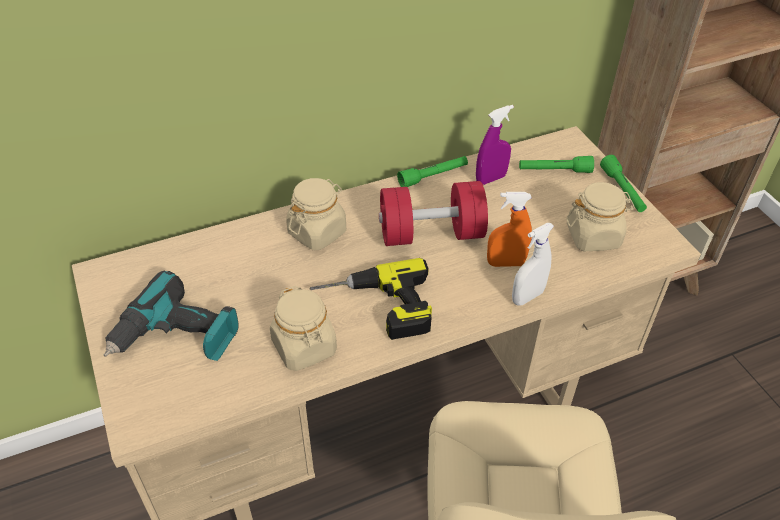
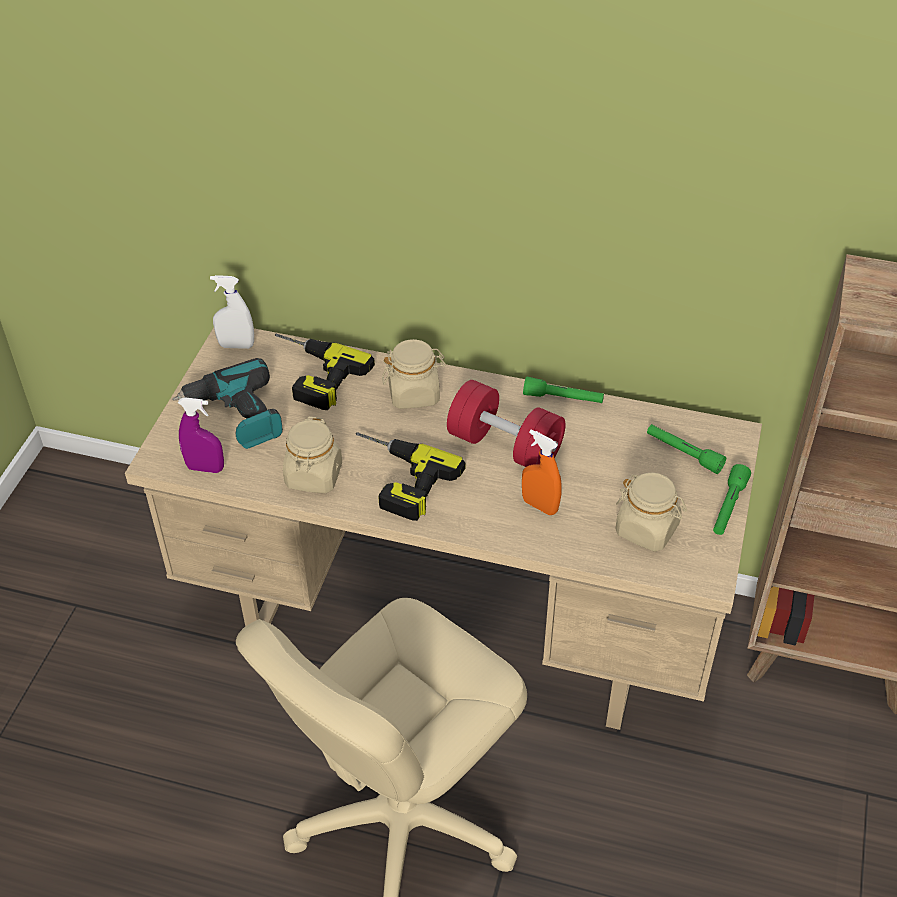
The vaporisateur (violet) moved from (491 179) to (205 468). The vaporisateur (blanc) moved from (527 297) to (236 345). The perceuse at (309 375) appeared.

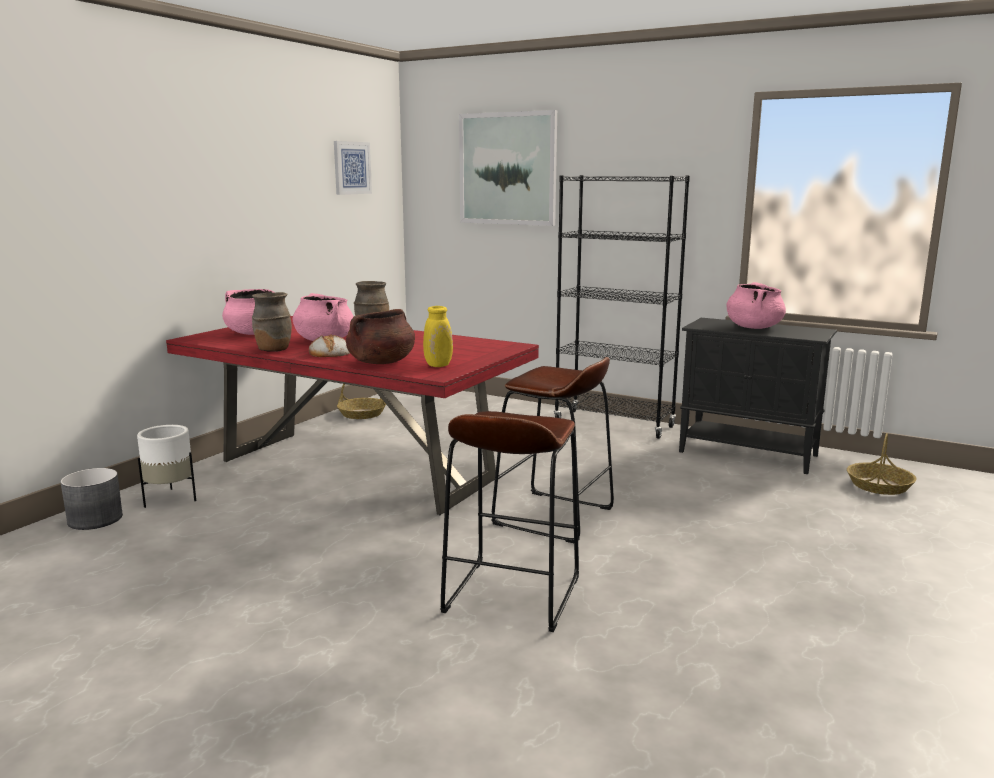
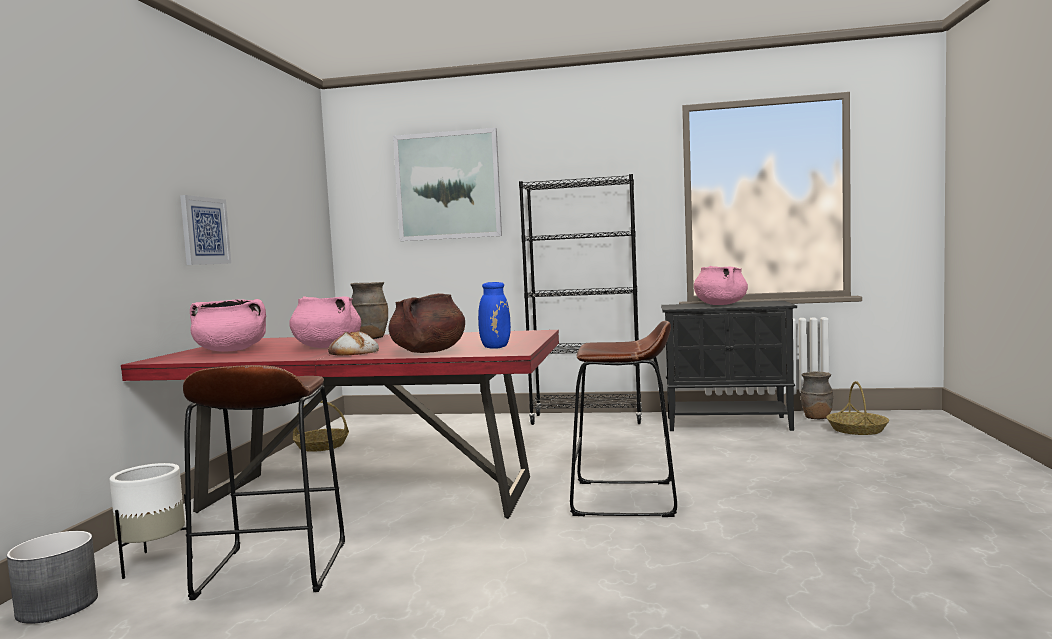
The vase (marron) moved from (273 350) to (816 418). The tableau moved from (351 168) to (204 231). The vase (jaune) at (439 365) became the vase (bleu) at (496 347). The tabouret (marron) moved from (511 594) to (272 569).

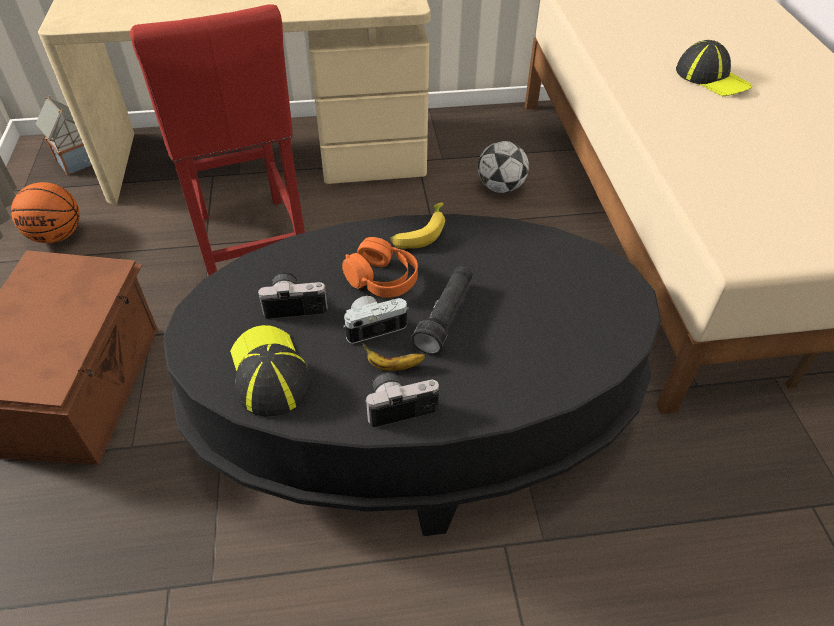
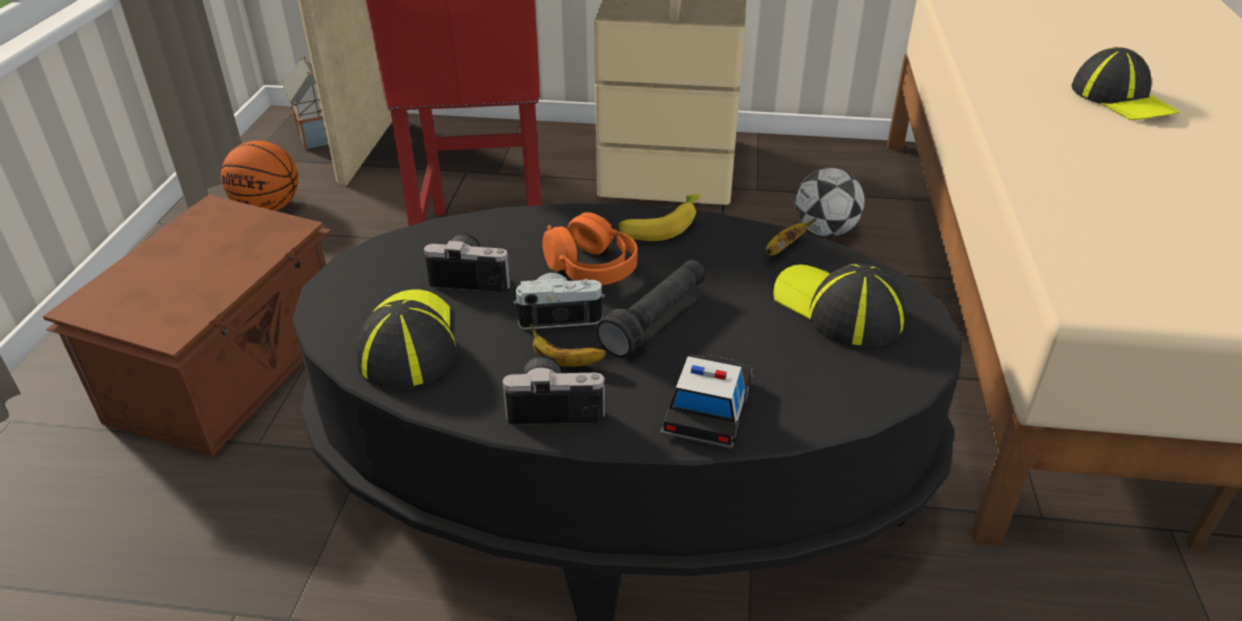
The petite voiture at (708 408) appeared. The banane at (783 248) appeared. The casquette at (837 309) appeared.

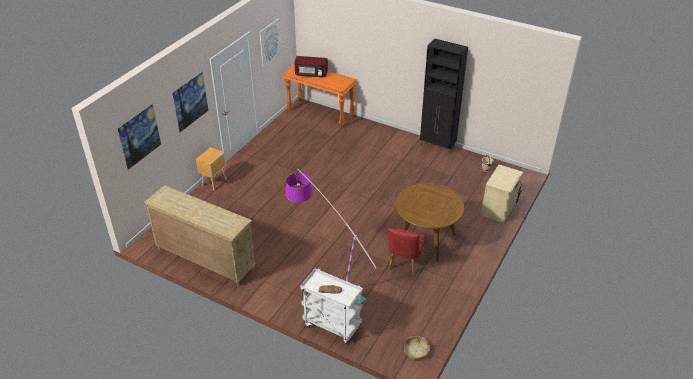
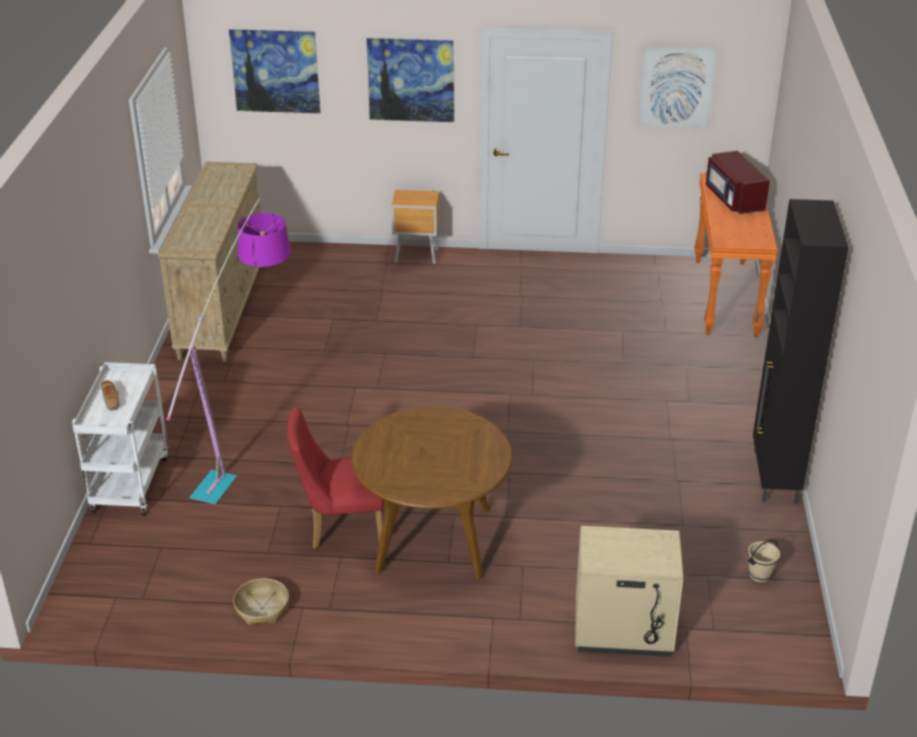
The panier moved from (416 351) to (262 608).

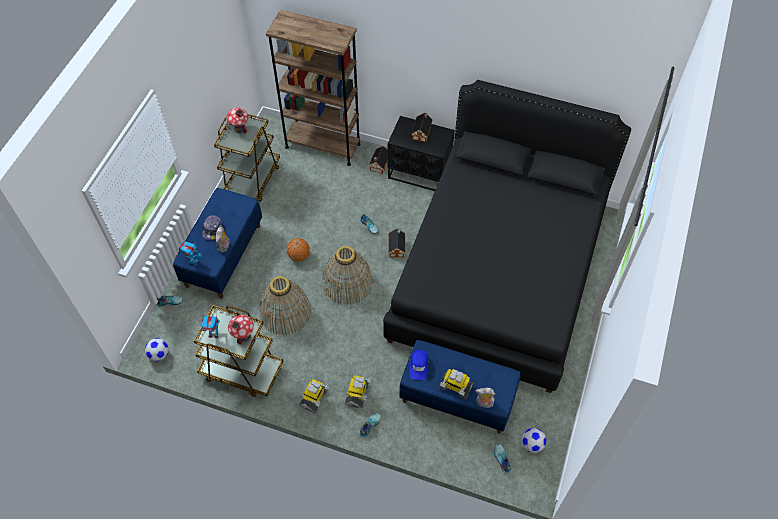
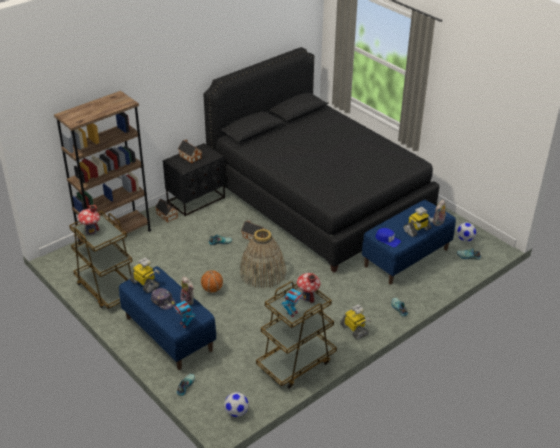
The panier at (285 312) disappeared. The robot jouet moved from (357 394) to (145 284).

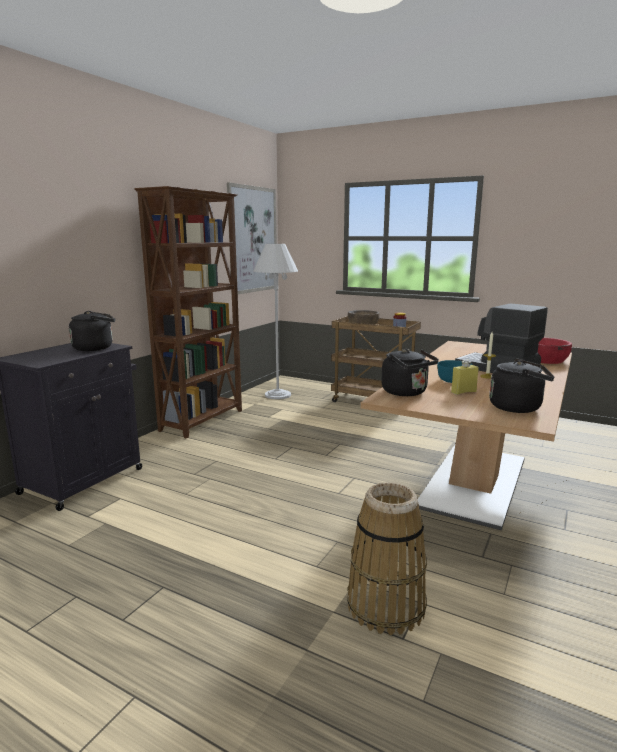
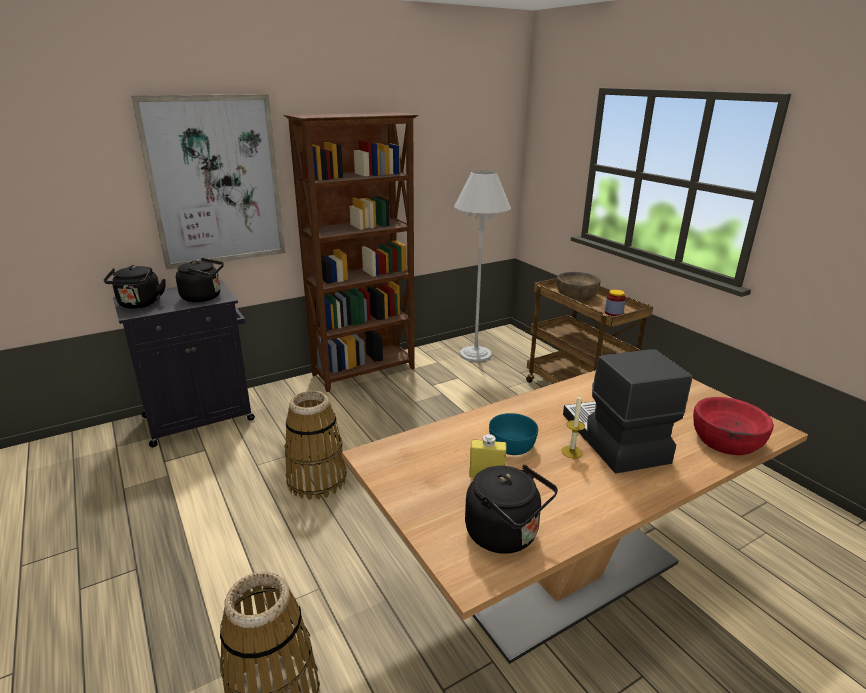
The tableau moved from (252 240) to (216 182). The bouilloire (noir) moved from (406 392) to (139 304). The panier at (316 480) appeared.

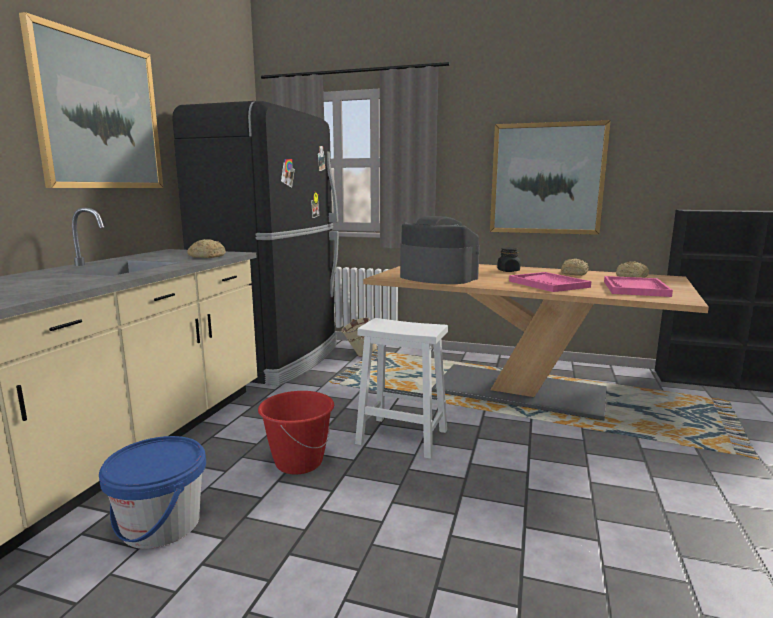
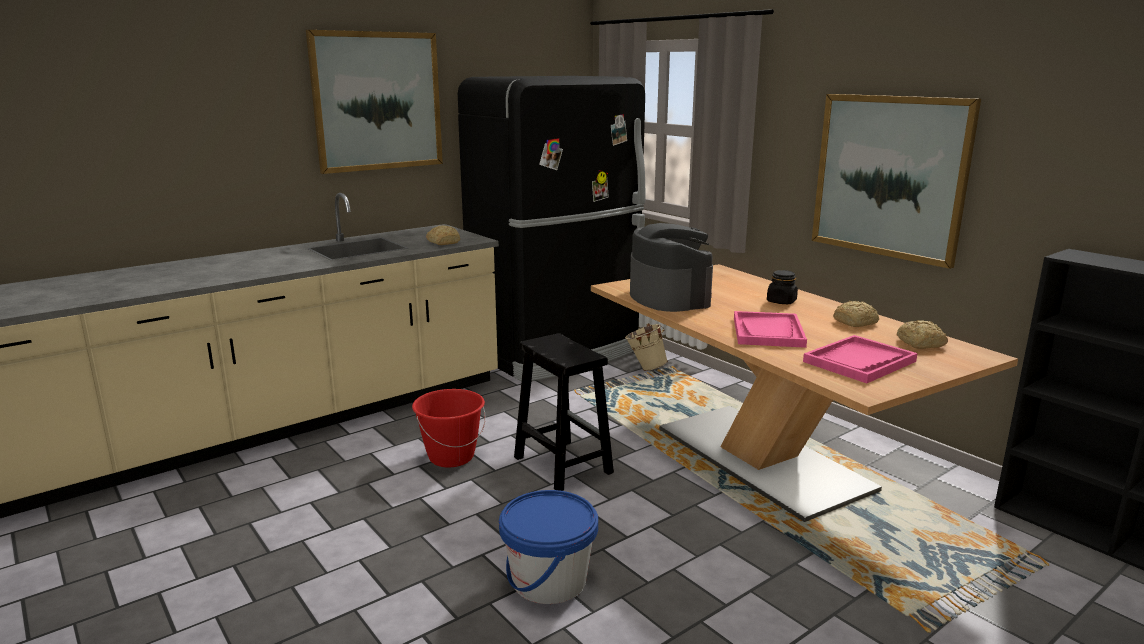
The seau (bleu) moved from (161 524) to (549 580). The tabouret (blanc) at (400 437) became the tabouret (noir) at (561 464).

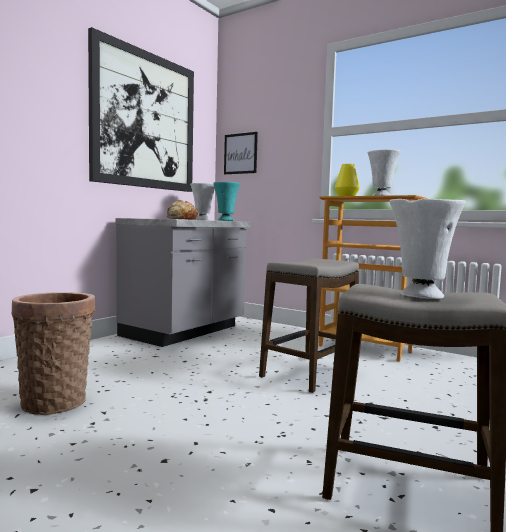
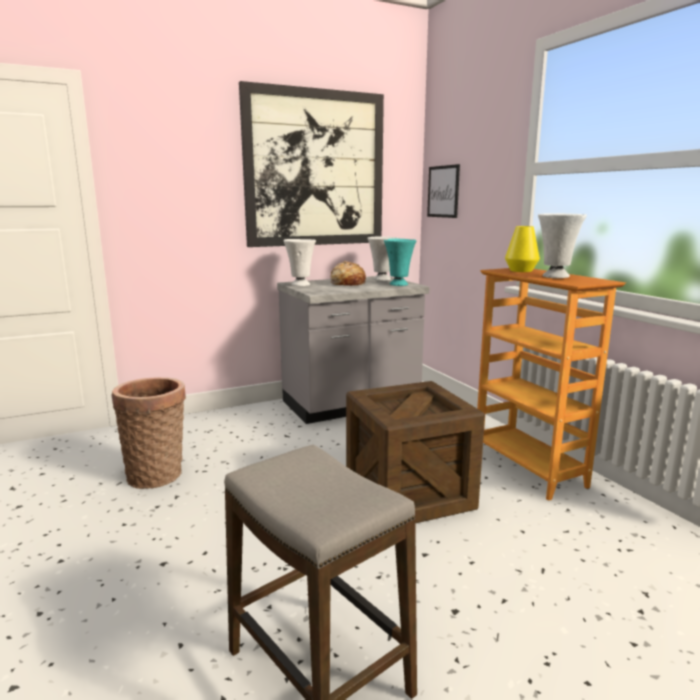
The tabouret at (309 374) was replaced by the caisse at (409 494). The vase (blanc) moved from (420 296) to (300 285).

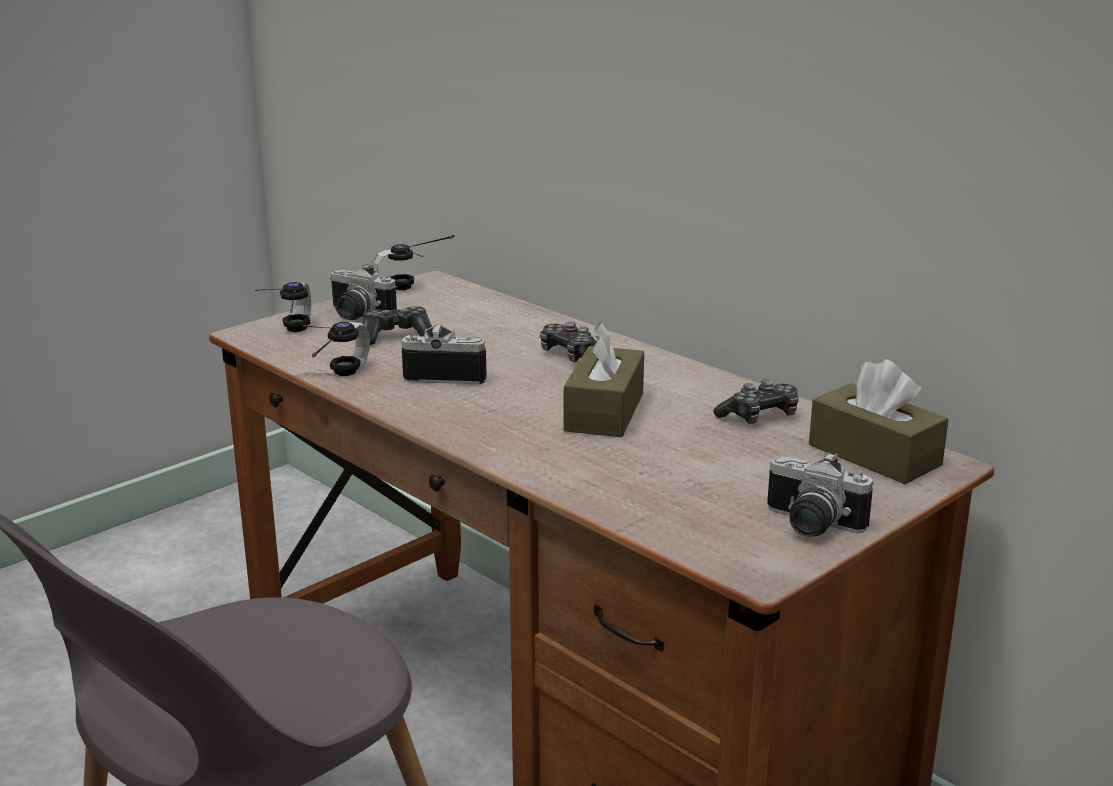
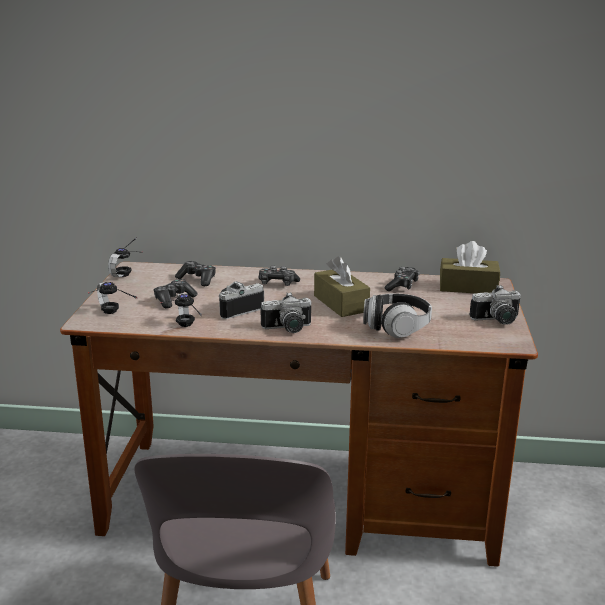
The appareil photo moved from (356 316) to (288 329). The manette at (197 279) appeared. The casque audio at (396 327) appeared.

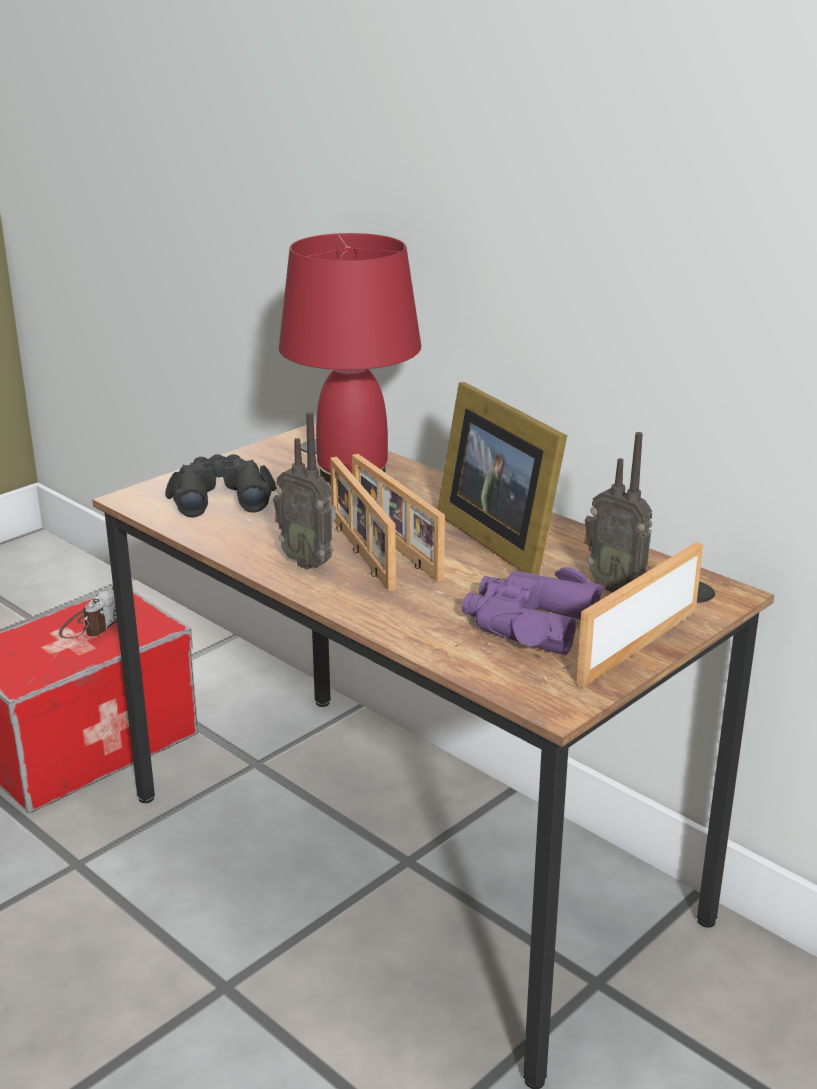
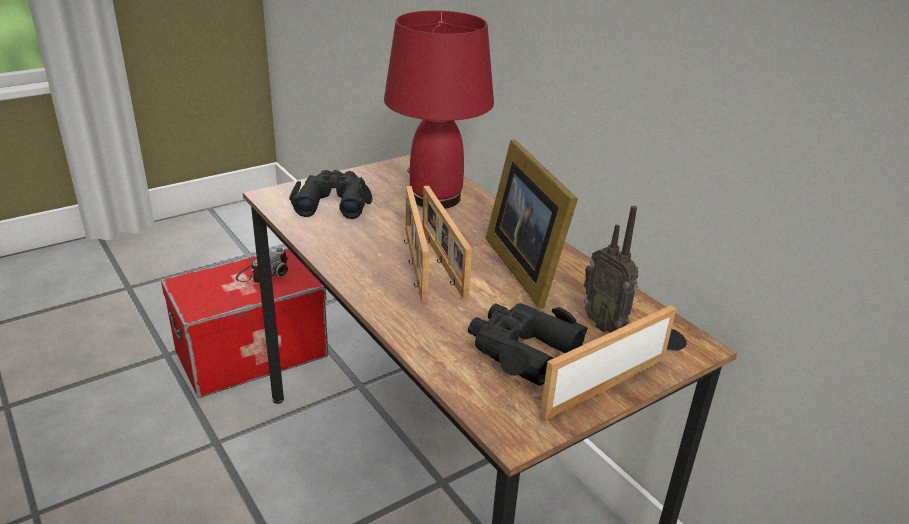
The radio at (309 561) disappeared. The jumelles (violet) at (528 623) became the jumelles (noir) at (521 349).

